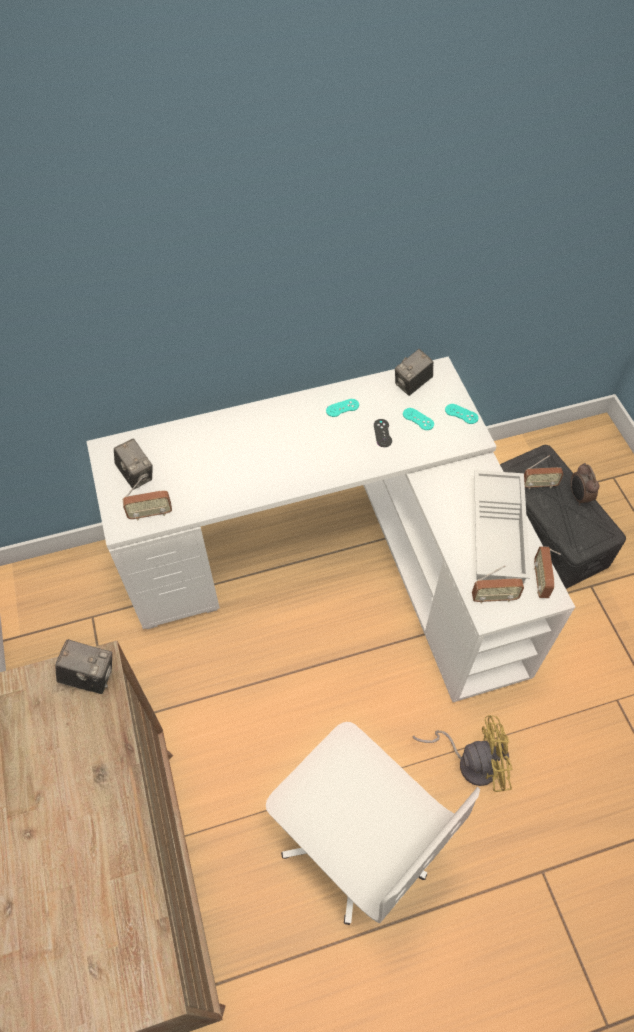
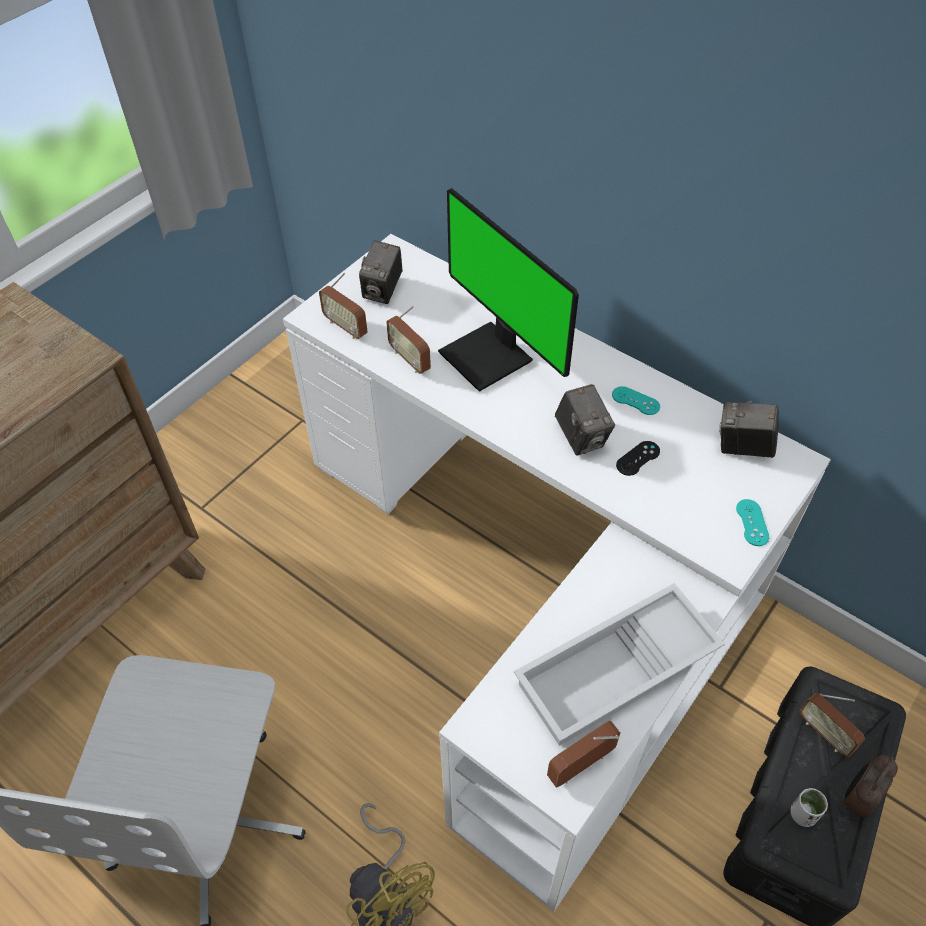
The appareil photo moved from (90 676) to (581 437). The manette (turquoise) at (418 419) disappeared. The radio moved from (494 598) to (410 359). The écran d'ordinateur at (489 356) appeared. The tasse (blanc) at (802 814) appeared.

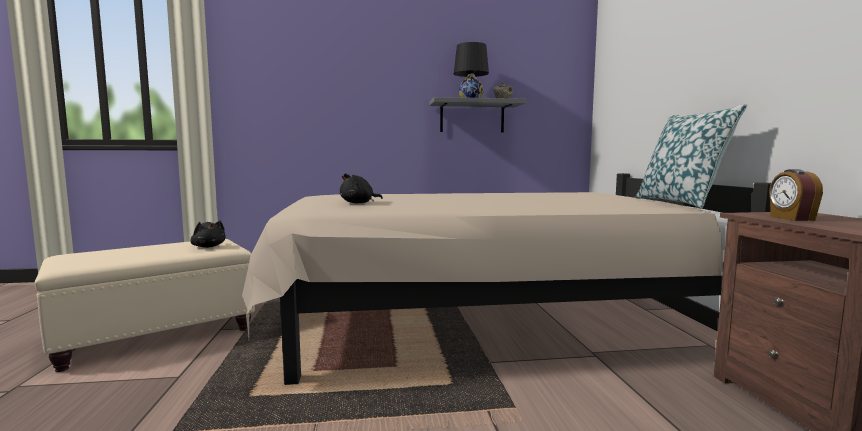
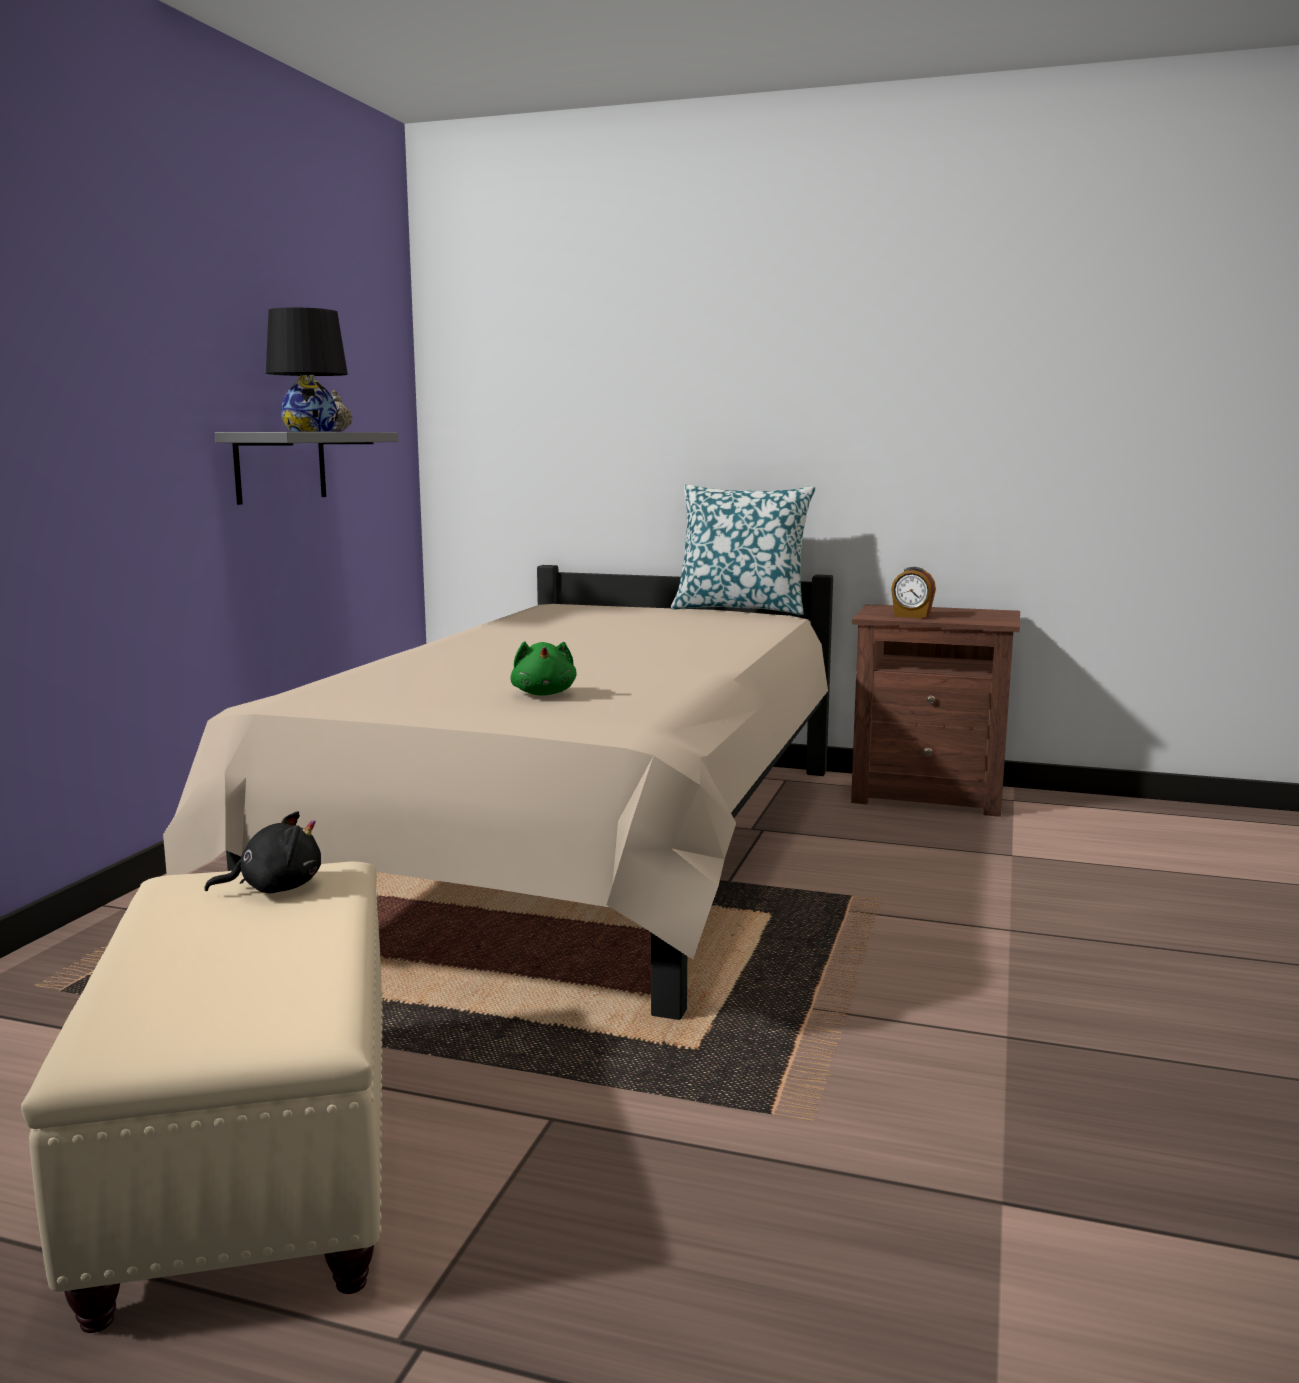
The peluche (noir) at (359 203) became the peluche (vert) at (544 693).

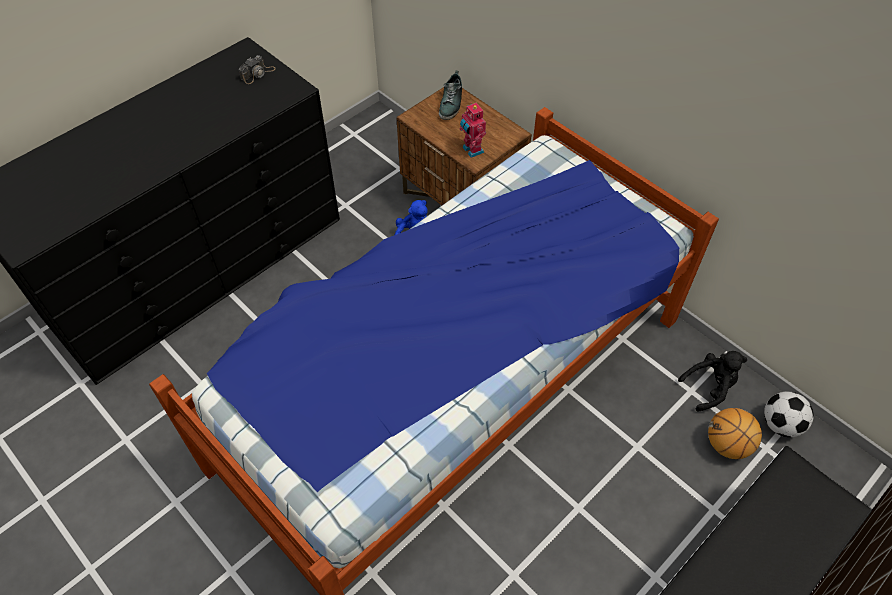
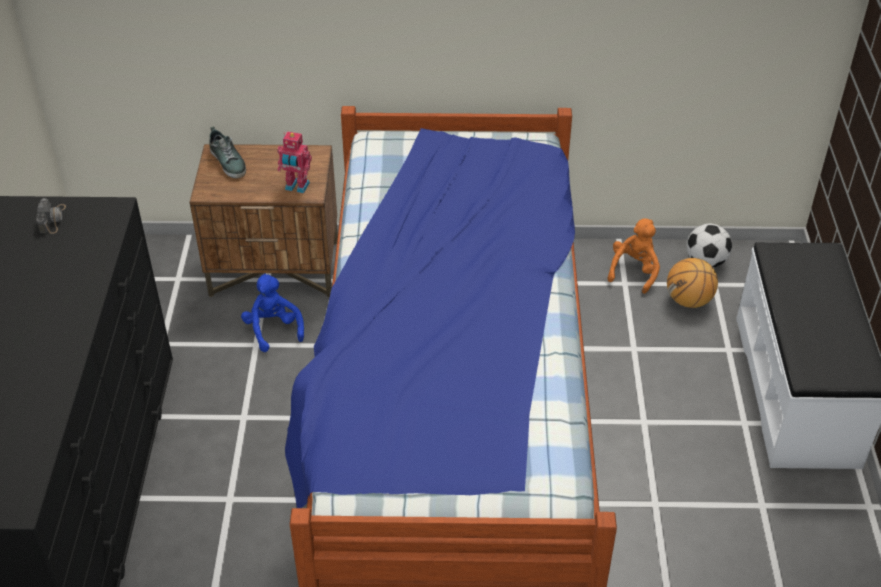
The peluche (noir) at (709 387) became the peluche (orange) at (634 271).

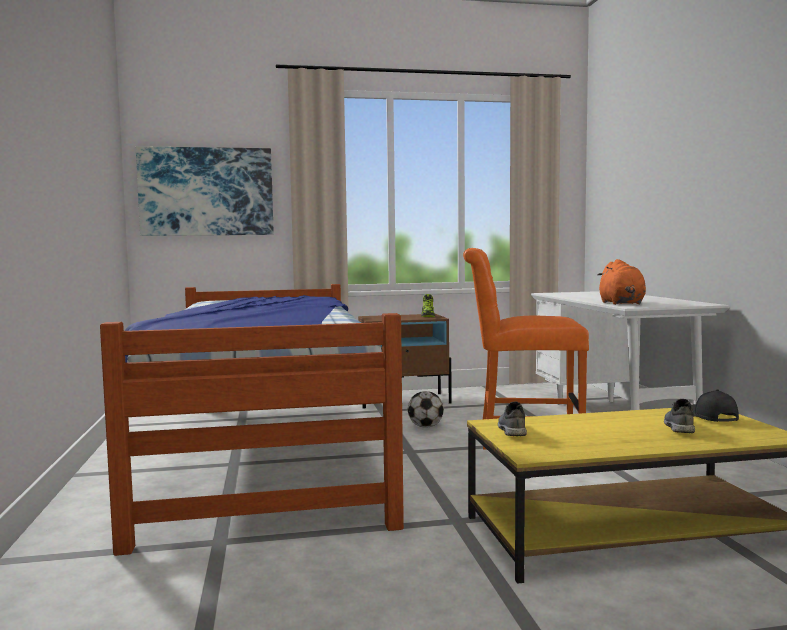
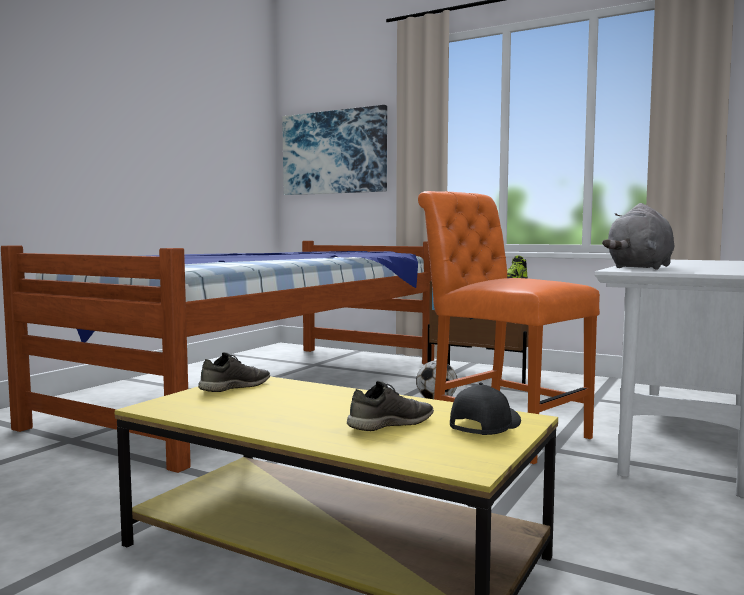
The peluche (orange) at (621 303) became the peluche (gris) at (640 268).

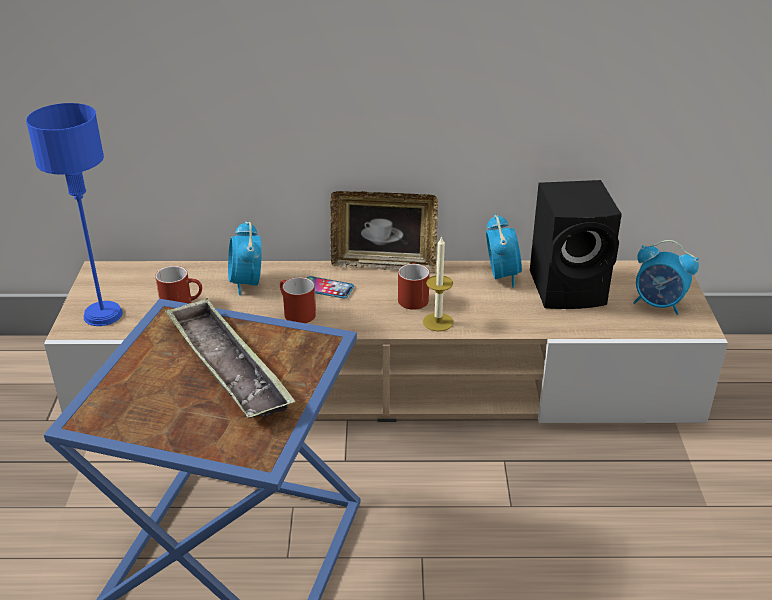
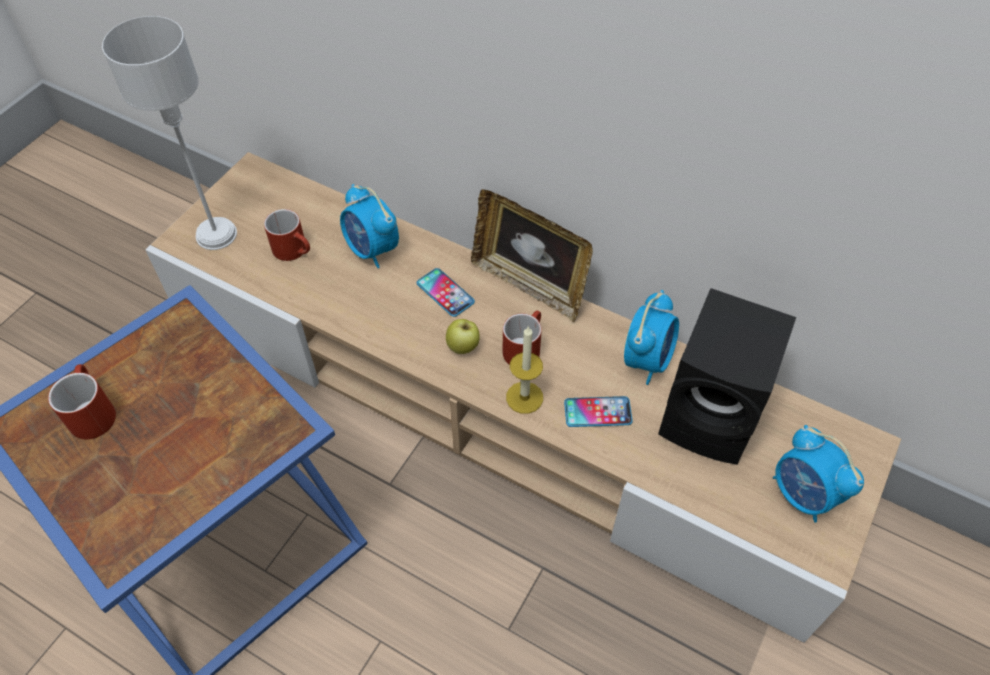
The lampe de table (bleu) at (103 314) became the lampe de table (gris) at (217 234). The plateau at (227 366) disappeared. The réveil at (246 283) turned 60 degrees counterclockwise. The mug (rouge) moved from (295 312) to (91 411). The pomme at (463 347) appeared. The téléphone at (597 412) appeared.

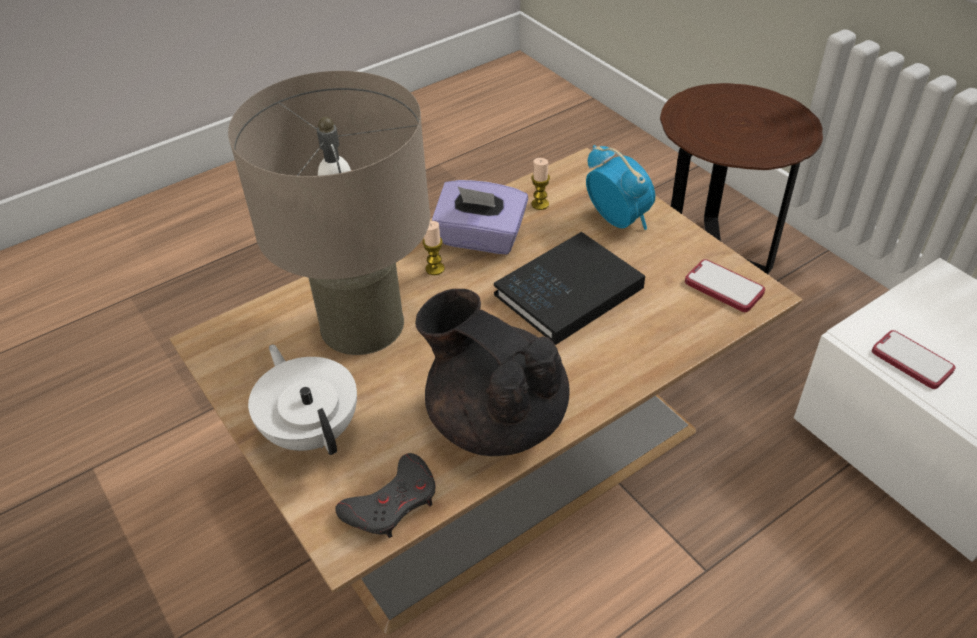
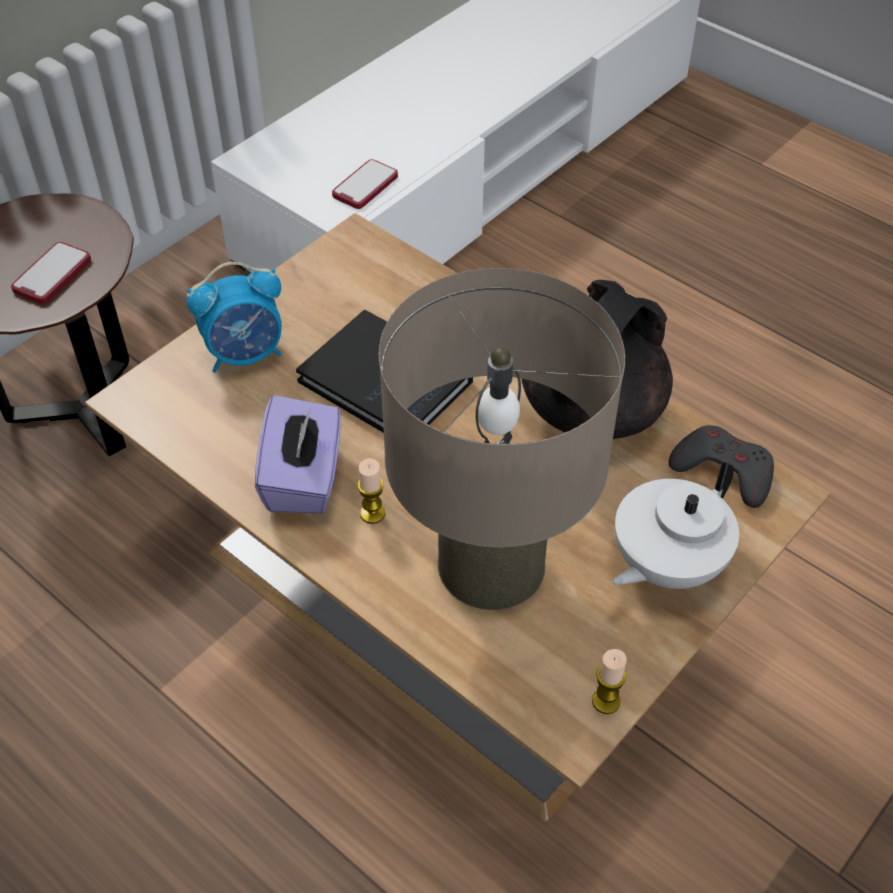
The bougie moved from (540 204) to (606 701). The réveil at (618 219) turned 150 degrees counterclockwise. The téléphone moved from (724 287) to (52 275).

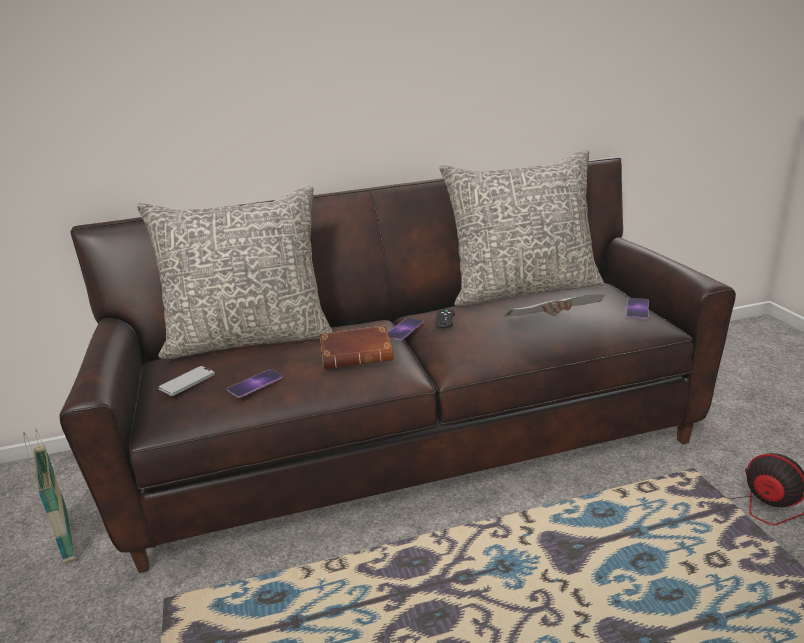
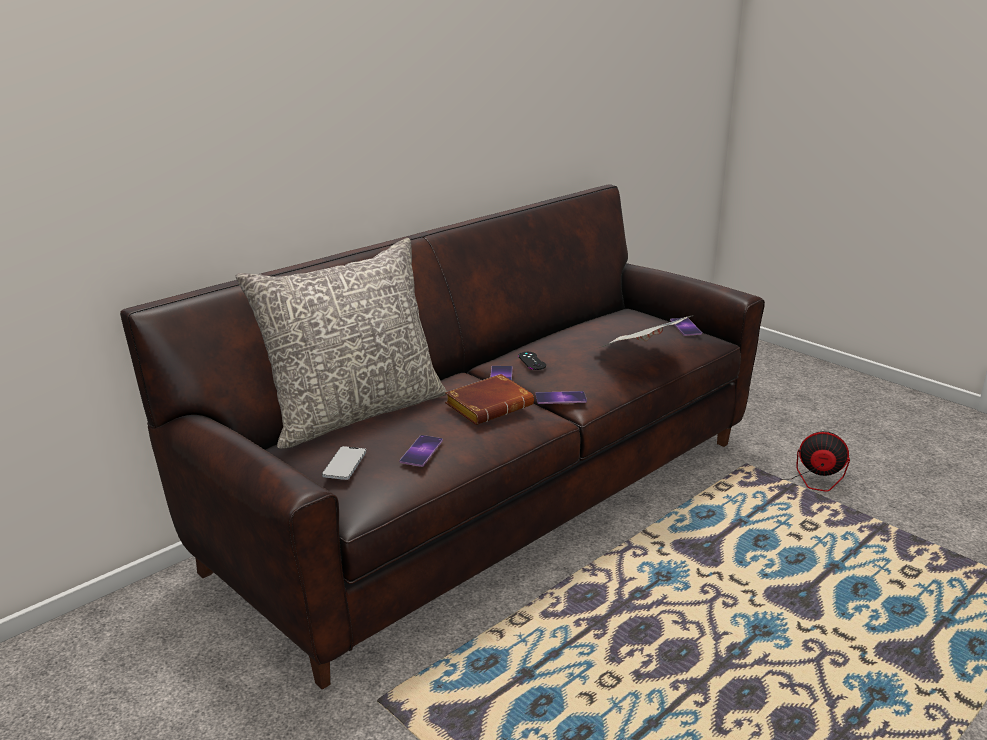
The panier at (67 539) disappeared. The coussin (gris) at (523 289) disappeared. The téléphone at (561 398) appeared.

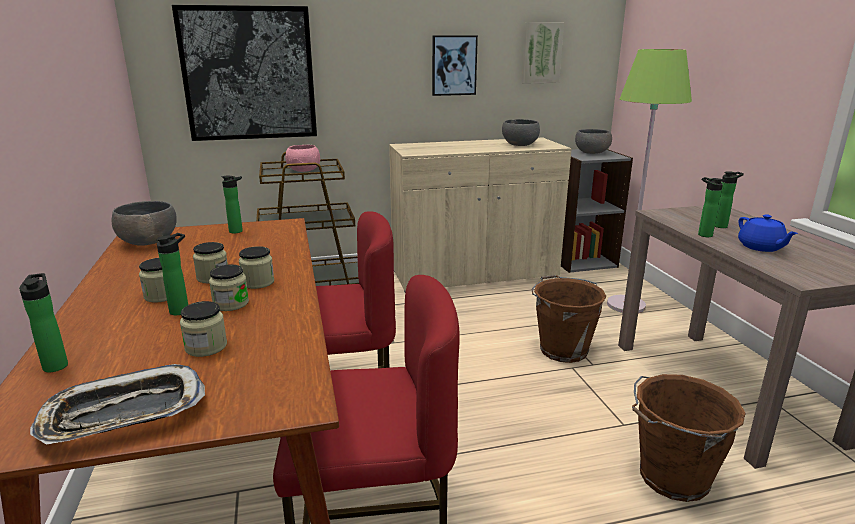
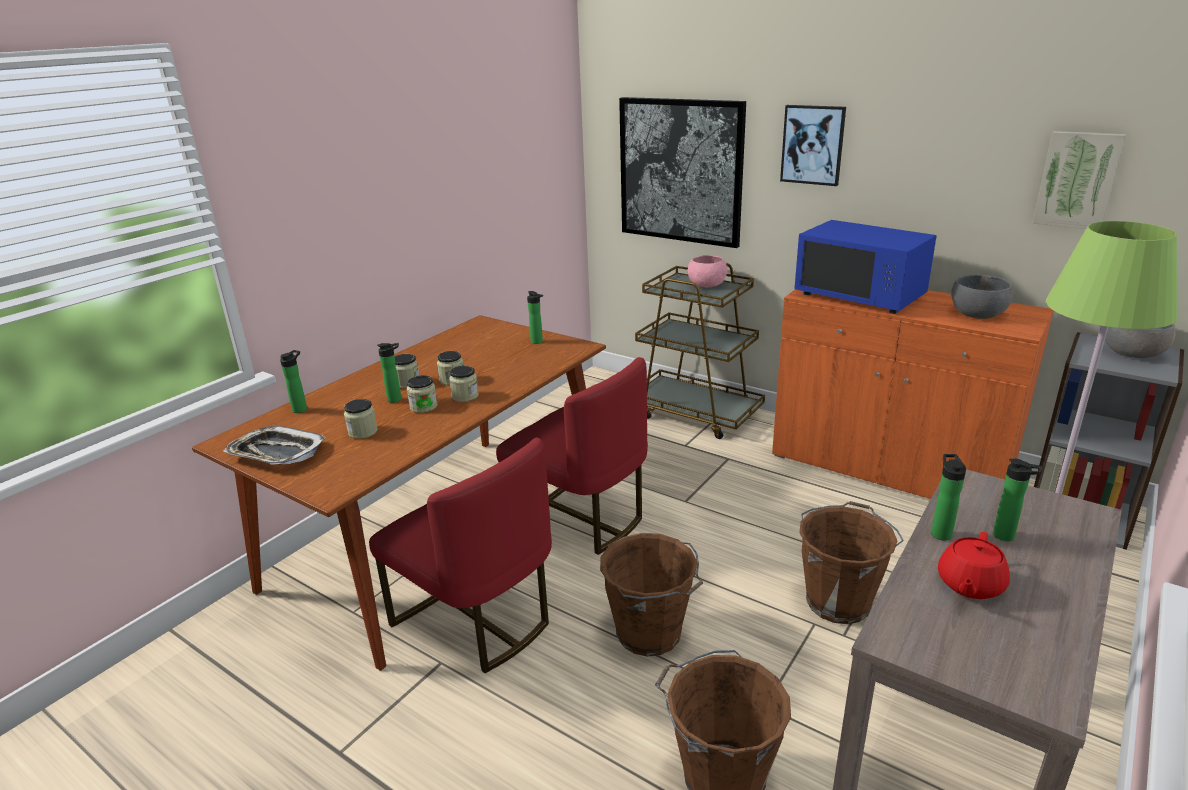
The bol (gris) at (148 241) disappeared. The meuble de rangement (beige) at (474 274) became the meuble de rangement (orange) at (888 467). The tableau moved from (454 65) to (813 145). The théière (bleu) at (761 247) became the théière (rouge) at (969 585). The seau (marron) at (651 634) appeared. The micro-ondes (bleu) at (860 296) appeared.

